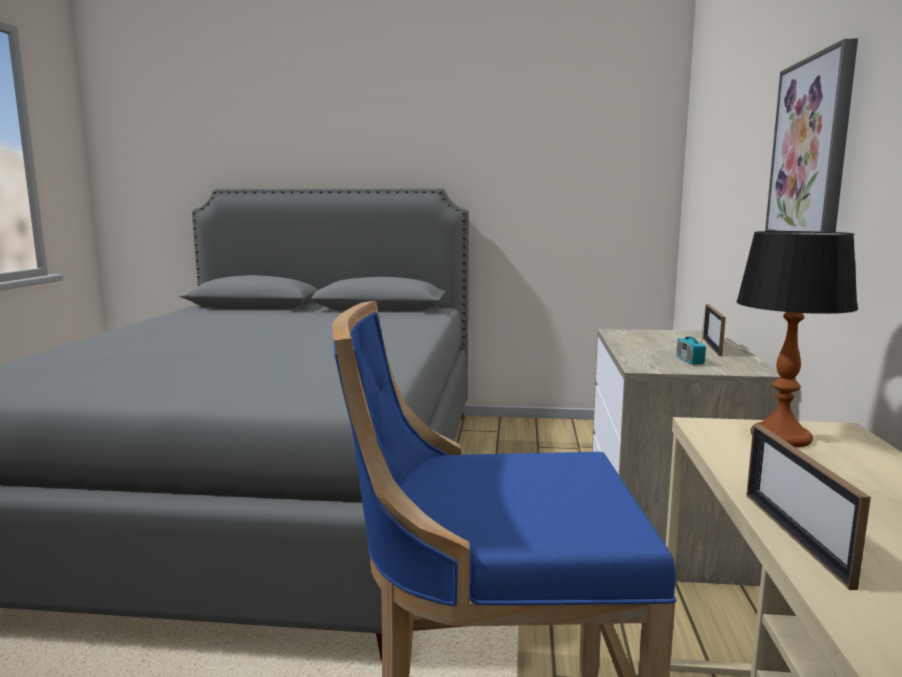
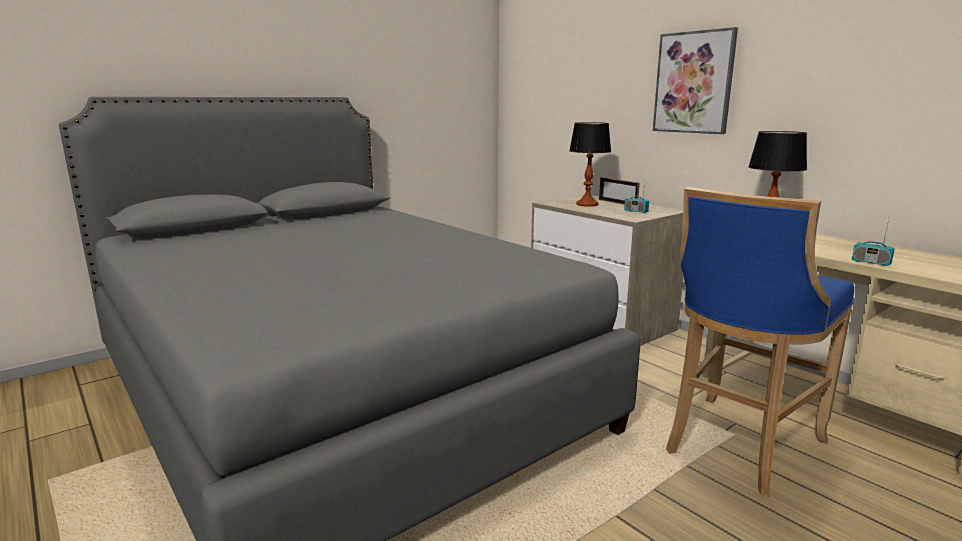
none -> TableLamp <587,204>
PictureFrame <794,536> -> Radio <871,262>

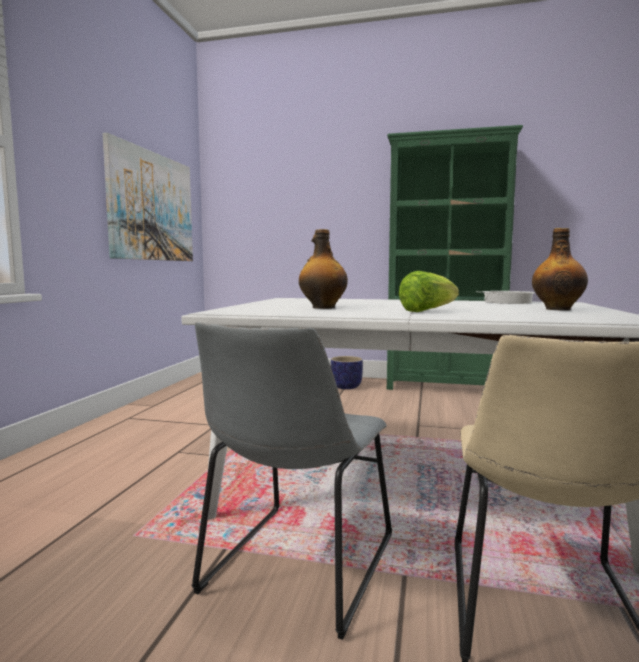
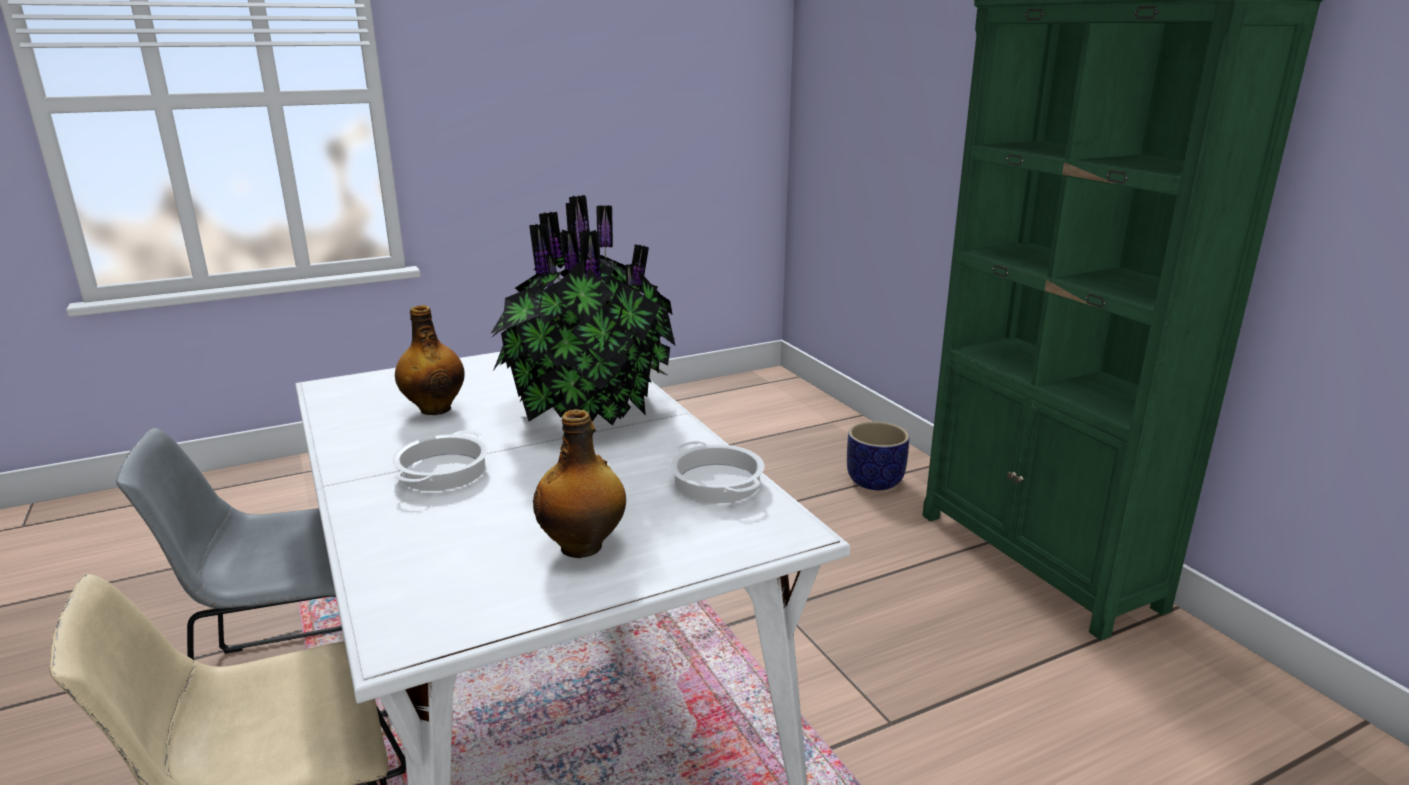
Picture <152,207> -> none
none -> PottedPlant <587,408>
Lettuce <427,311> -> CookingPot <442,471>

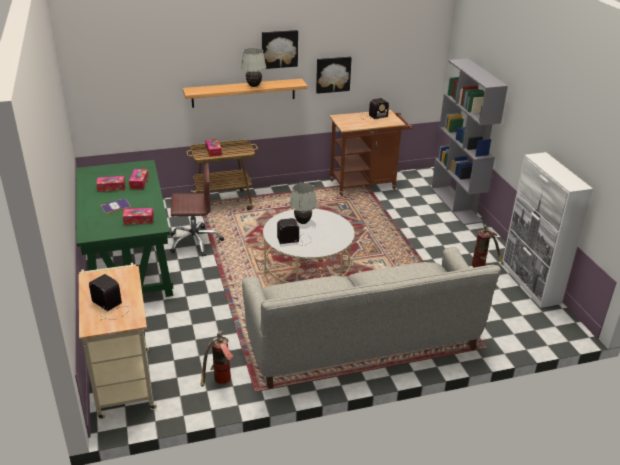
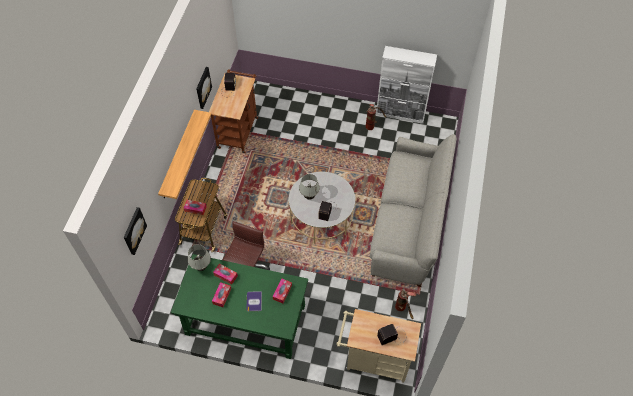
GreyBookcase <456,205> -> none
WhiteTableLamp <254,86> -> WhiteTableLamp <201,267>, relocated
Picture <279,49> -> Picture <133,230>, relocated

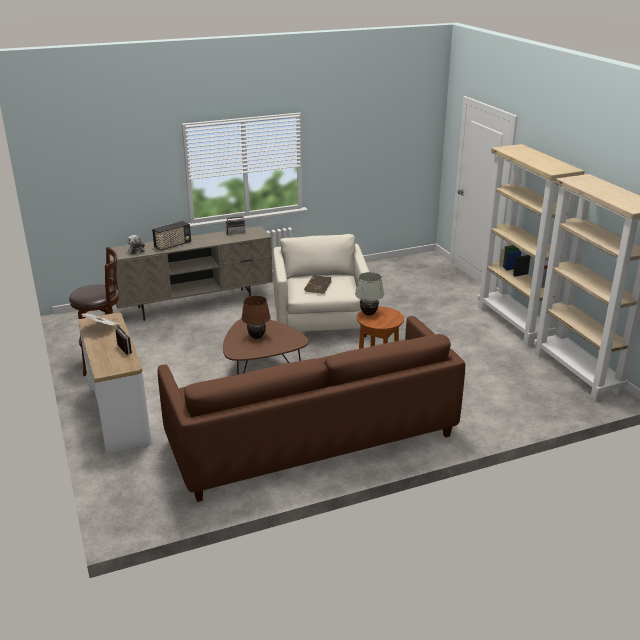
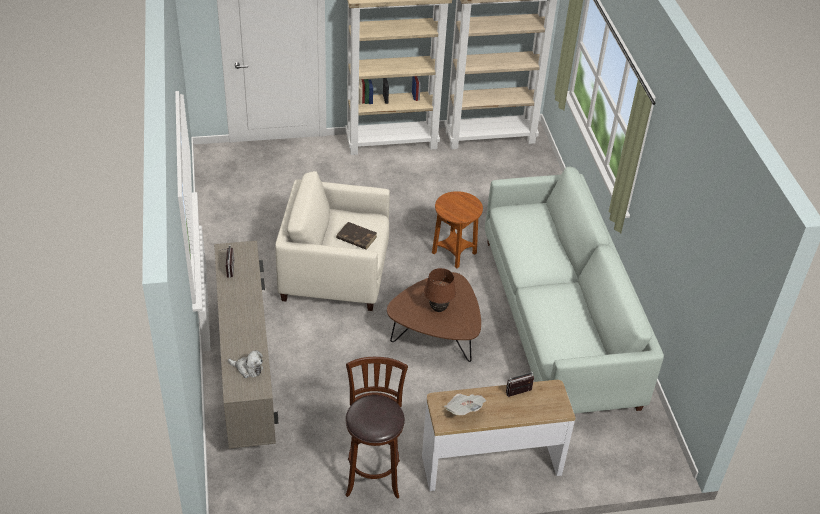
Radio <172,245> -> none
WhiteTableLamp <369,314> -> none
BrownSofa <312,438> -> WhiteSofa <559,320>

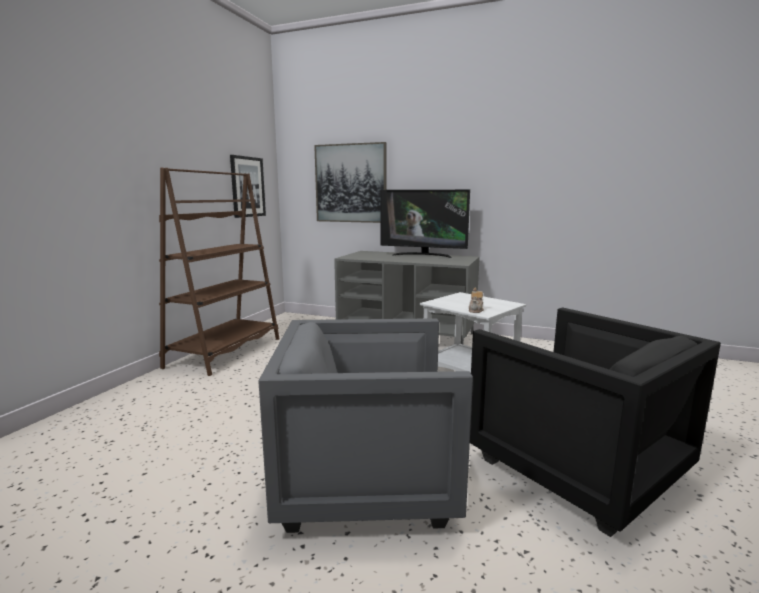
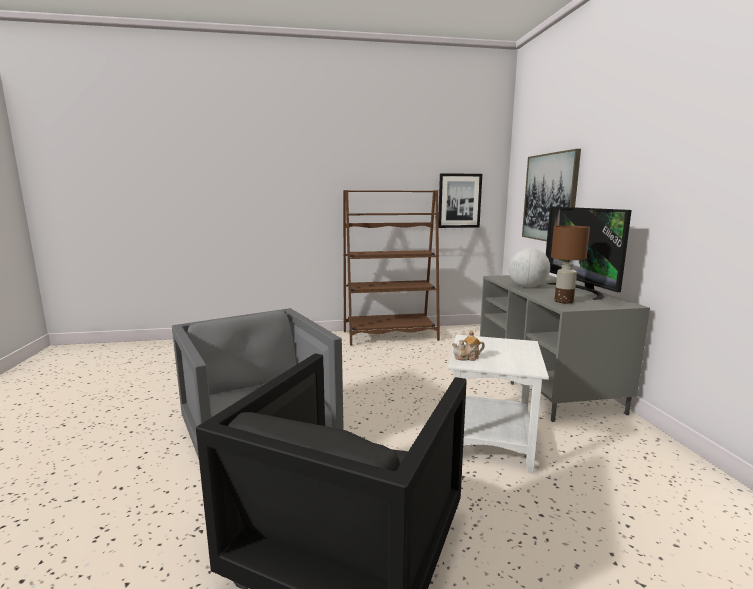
none -> Globe <527,287>
none -> BrownTableLamp <563,301>

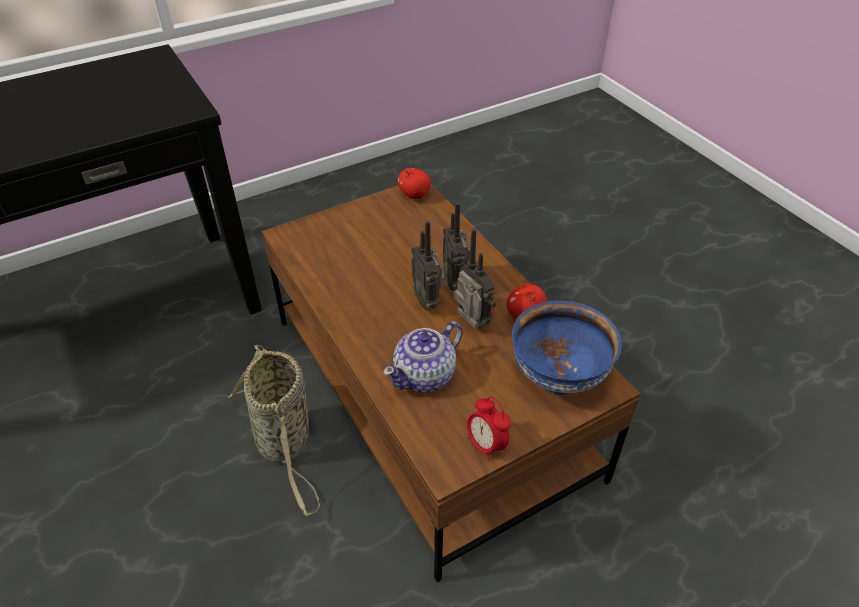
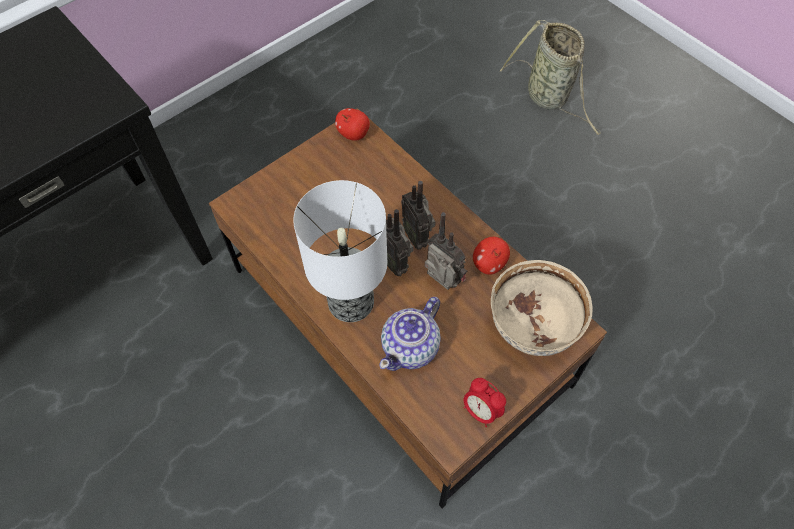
none -> TableLamp <351,303>
Basket <285,443> -> Basket <549,98>, relocated
BlueBowl <557,377> -> BeigeBowl <531,328>

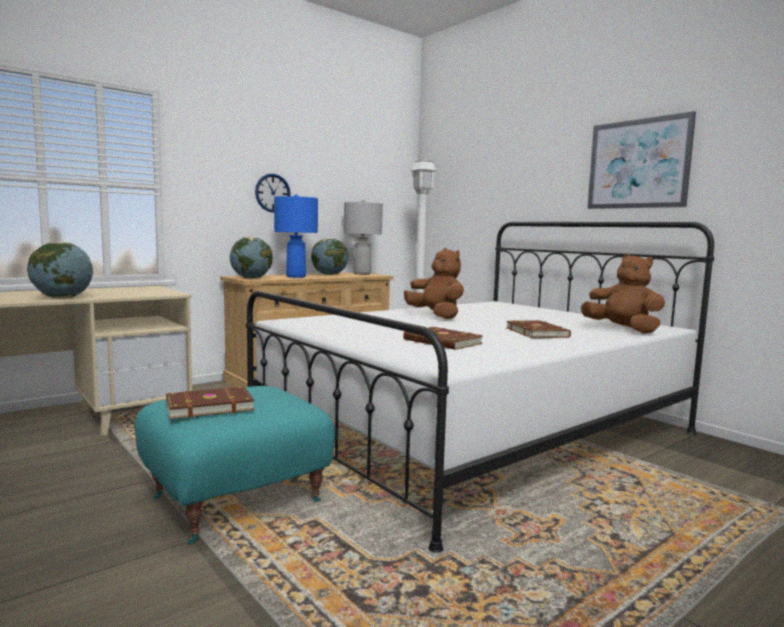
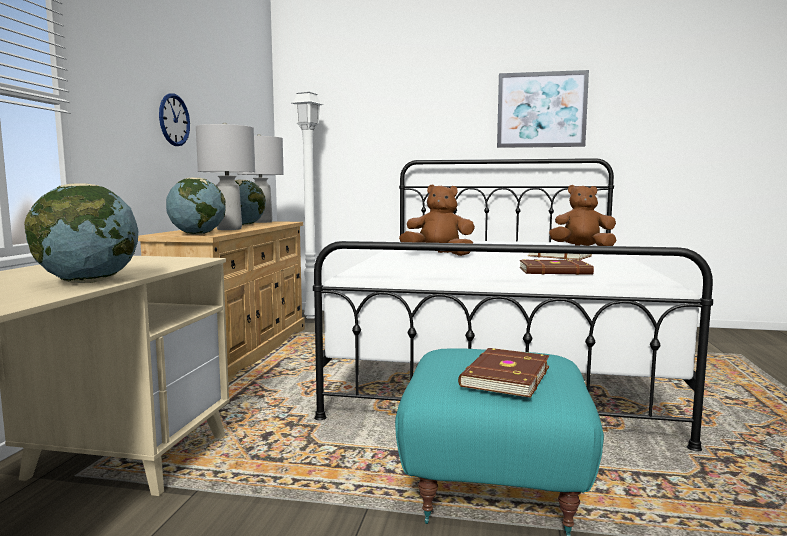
BlueTableLamp <296,277> -> GreyTableLamp <229,229>

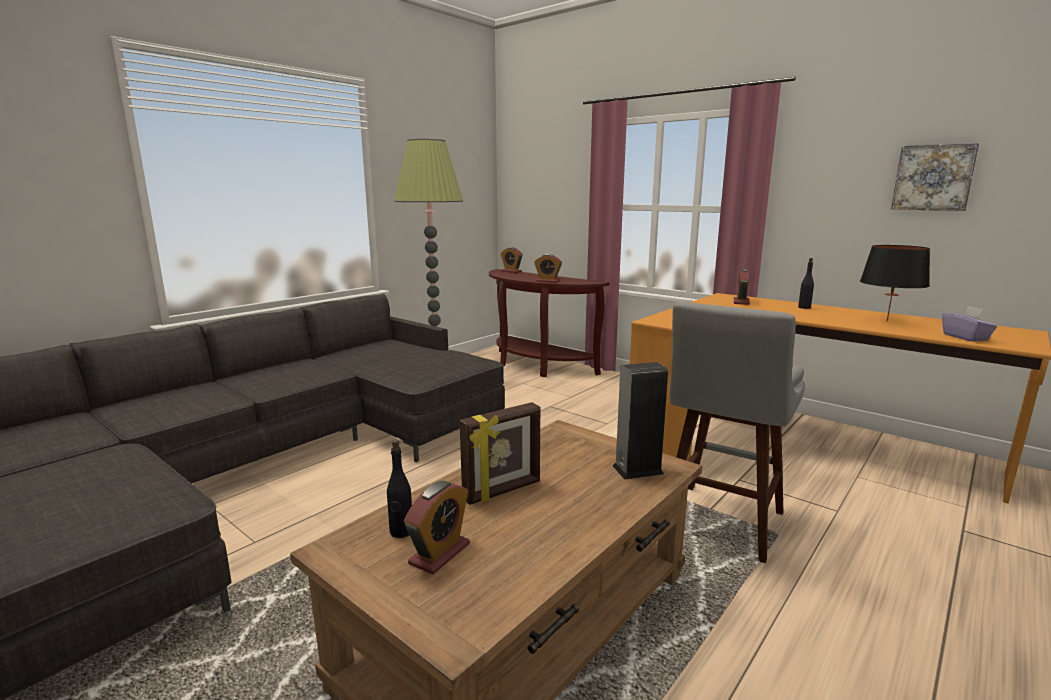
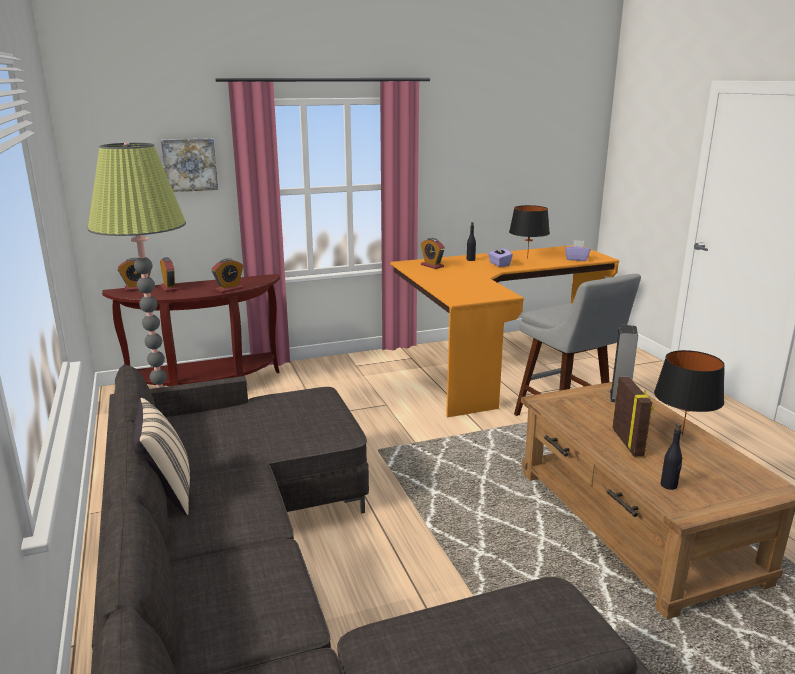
none -> BeigePillow <166,493>
none -> PurpleTissueBox <499,264>
none -> BlackTableLamp <682,434>
AlarmClock <439,554> -> AlarmClock <169,288>, relocated
Picture <933,177> -> Picture <189,164>, relocated

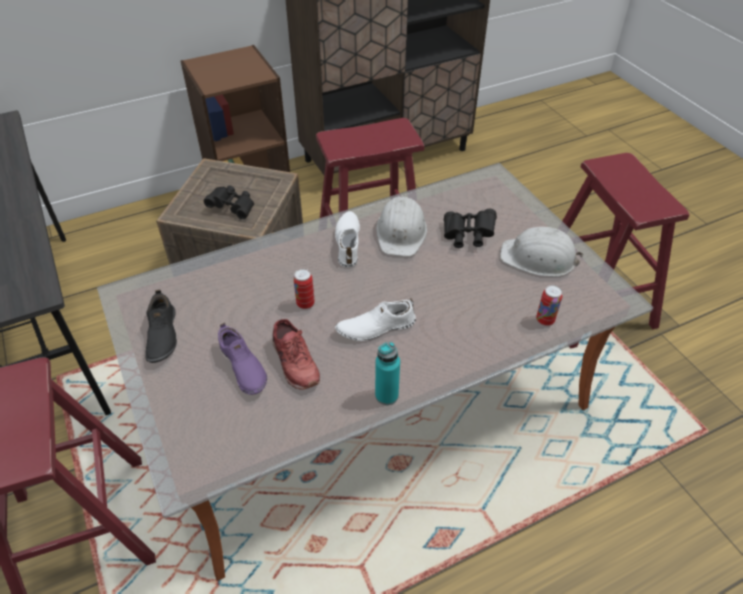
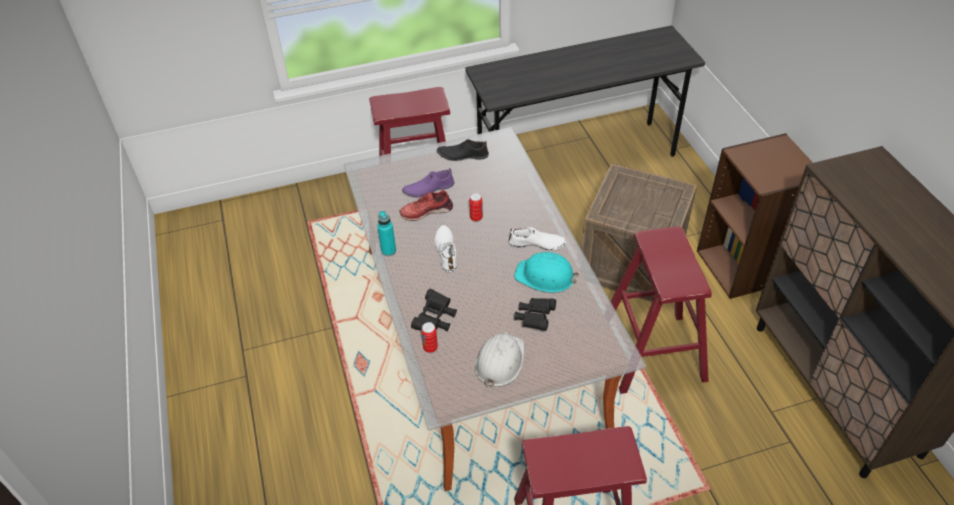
BlackBinoculars <233,208> -> BlackBinoculars <435,319>, relocated
WhiteHardHat <401,232> -> TurquoiseHardHat <545,276>

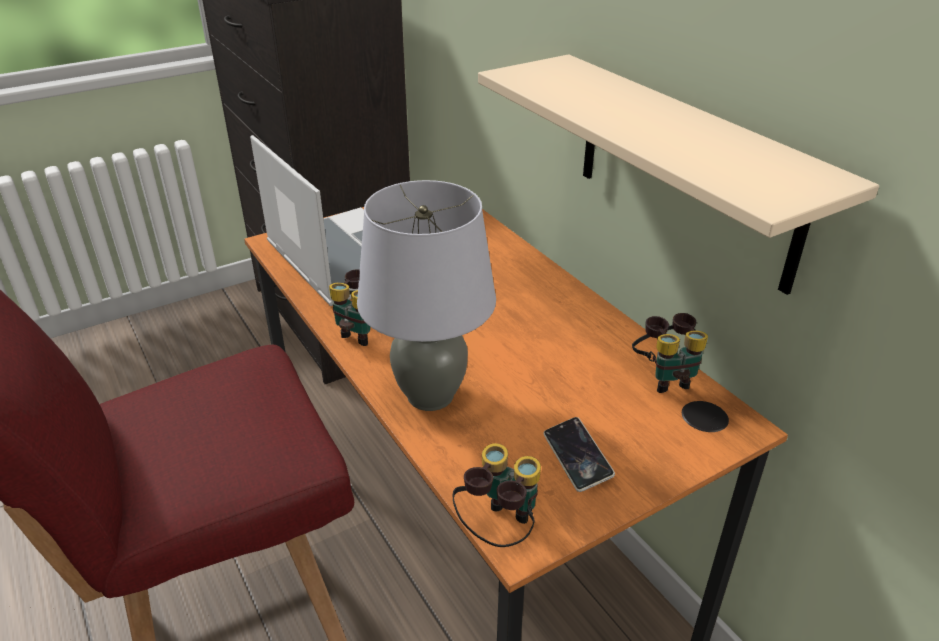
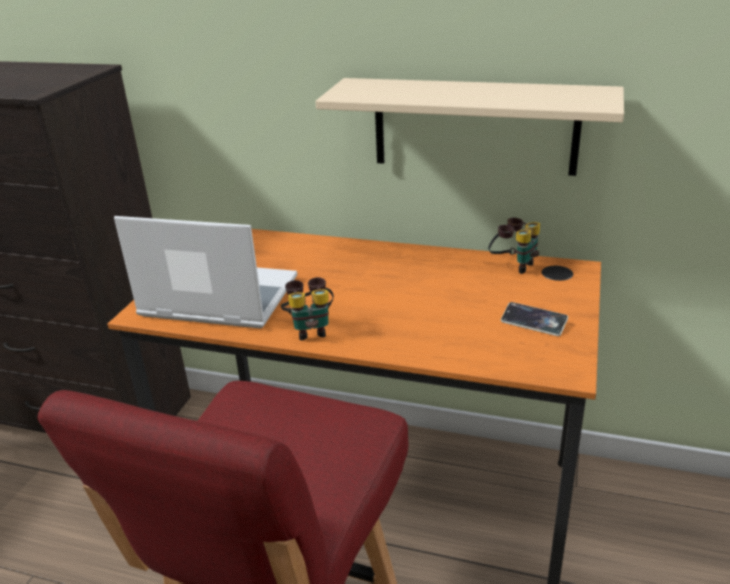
GreyTableLamp <430,395> -> none
Binoculars <498,530> -> none

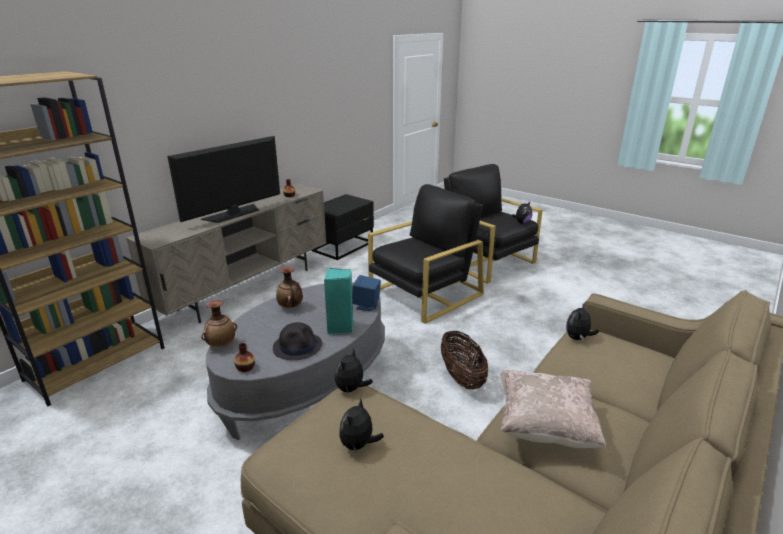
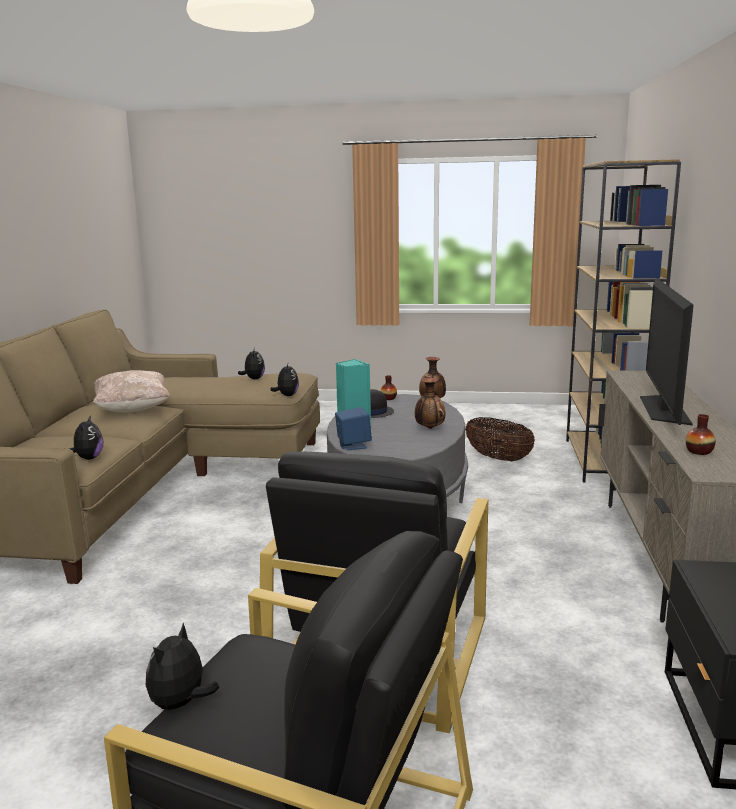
Basket <462,377> -> Basket <498,458>, relocated

